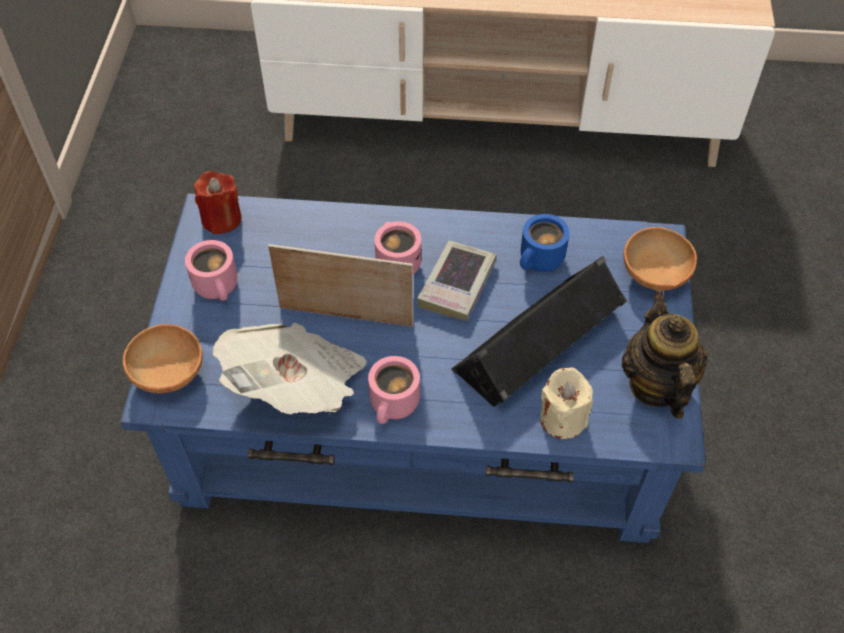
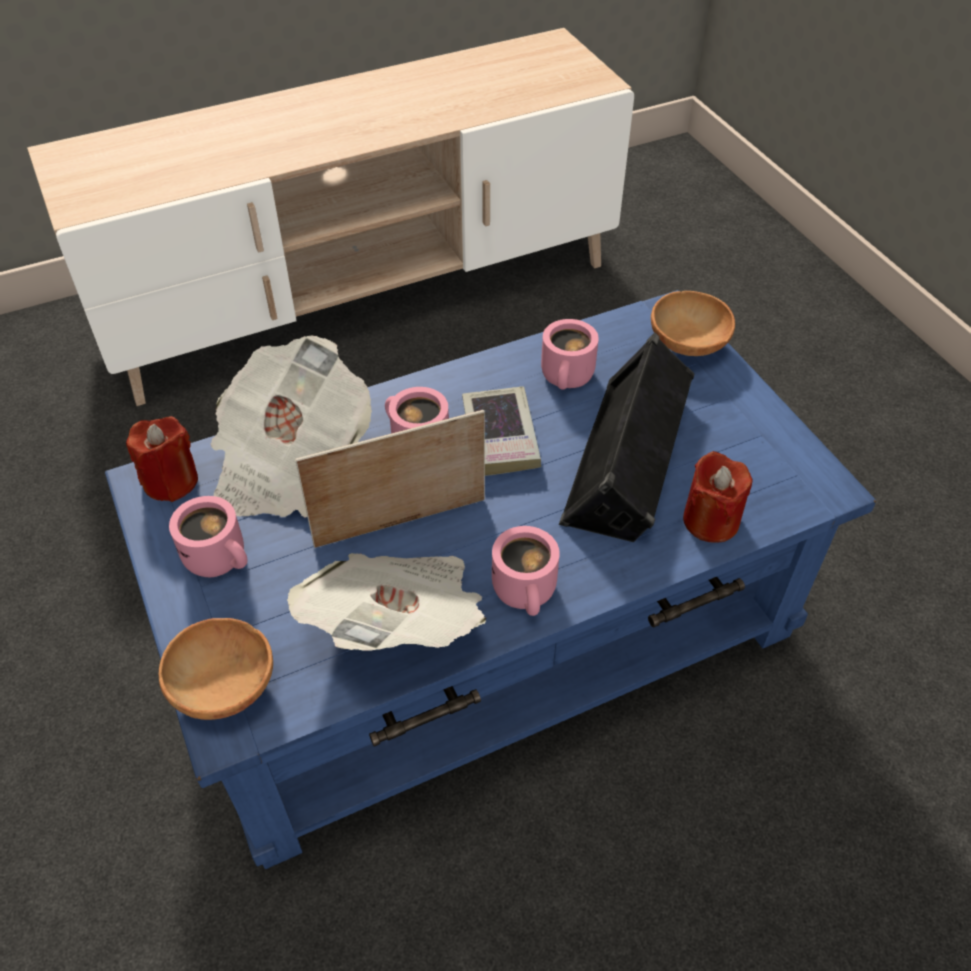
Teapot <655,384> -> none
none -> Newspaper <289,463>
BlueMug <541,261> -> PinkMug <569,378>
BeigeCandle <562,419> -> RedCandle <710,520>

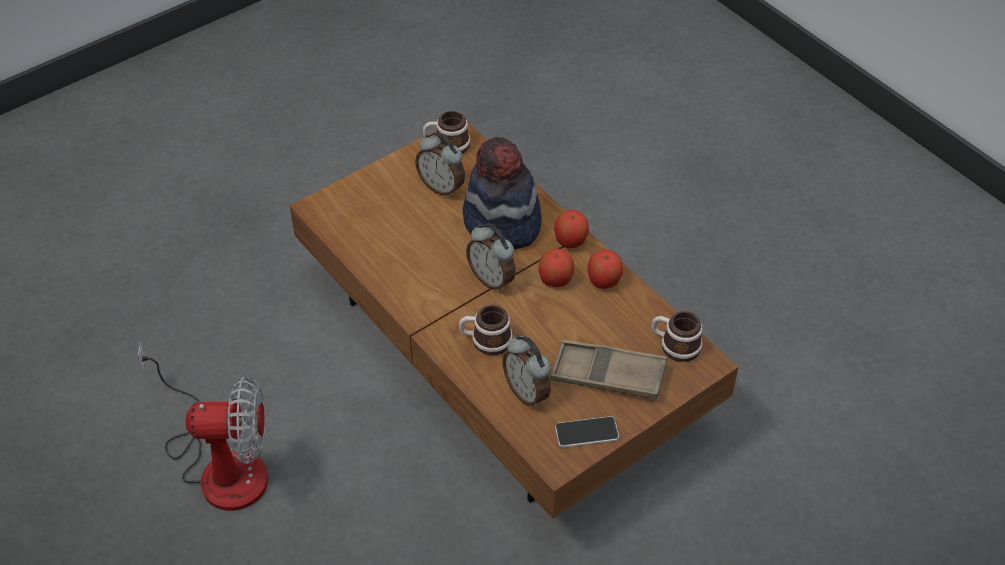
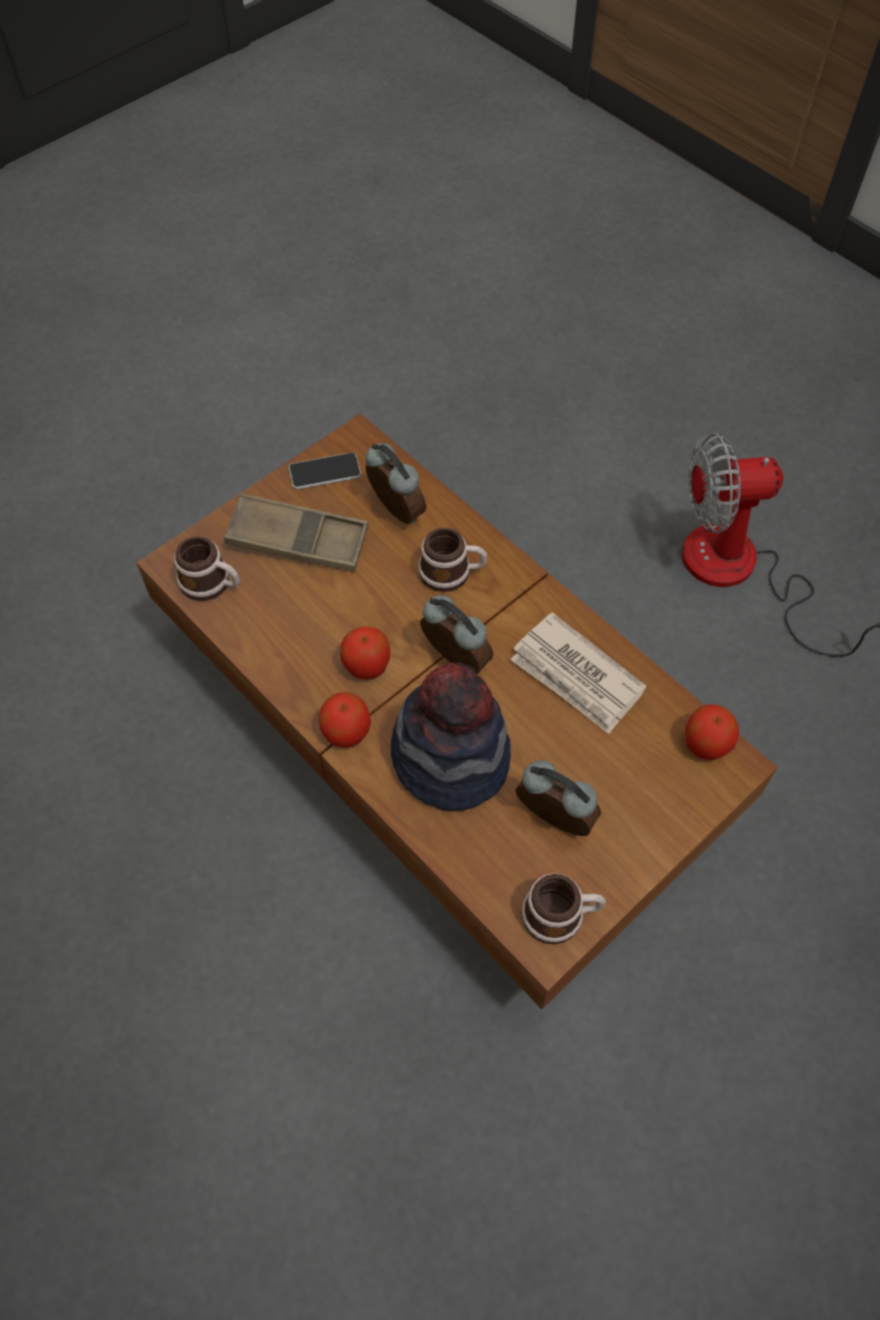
none -> Newspaper <576,677>
Apple <604,281> -> Apple <706,744>, relocated

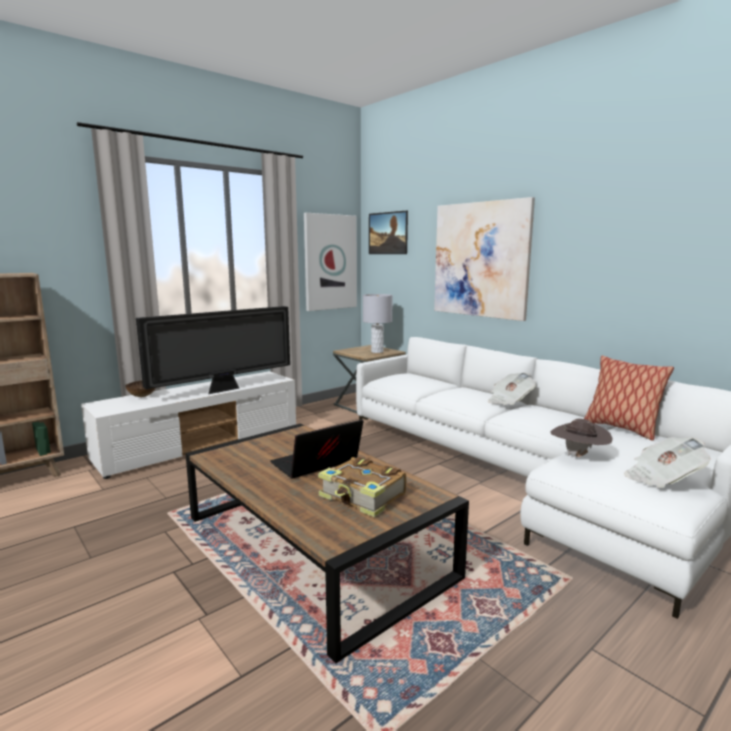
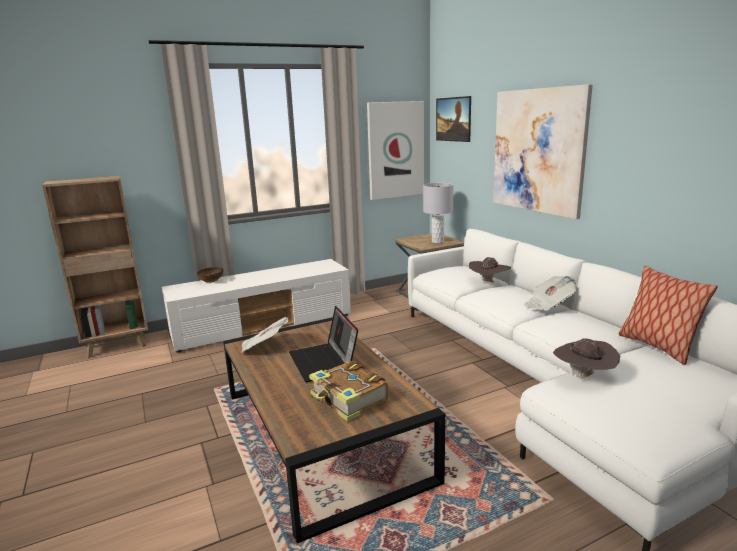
Television <224,389> -> none
none -> BrownHat <488,282>
Newspaper <662,478> -> Newspaper <264,347>, relocated
Laptop <315,465> -> Laptop <324,362>, 90 degrees counterclockwise

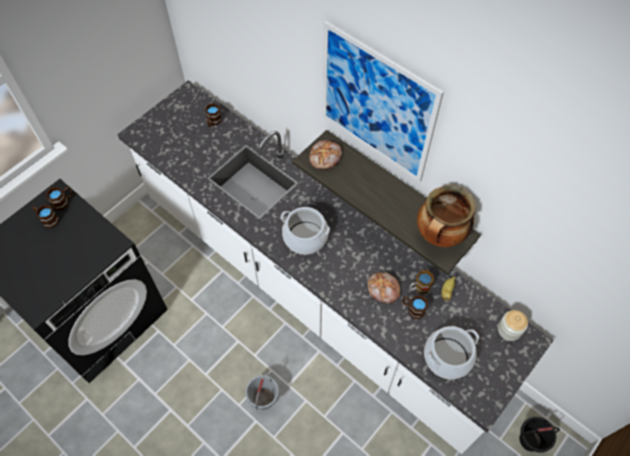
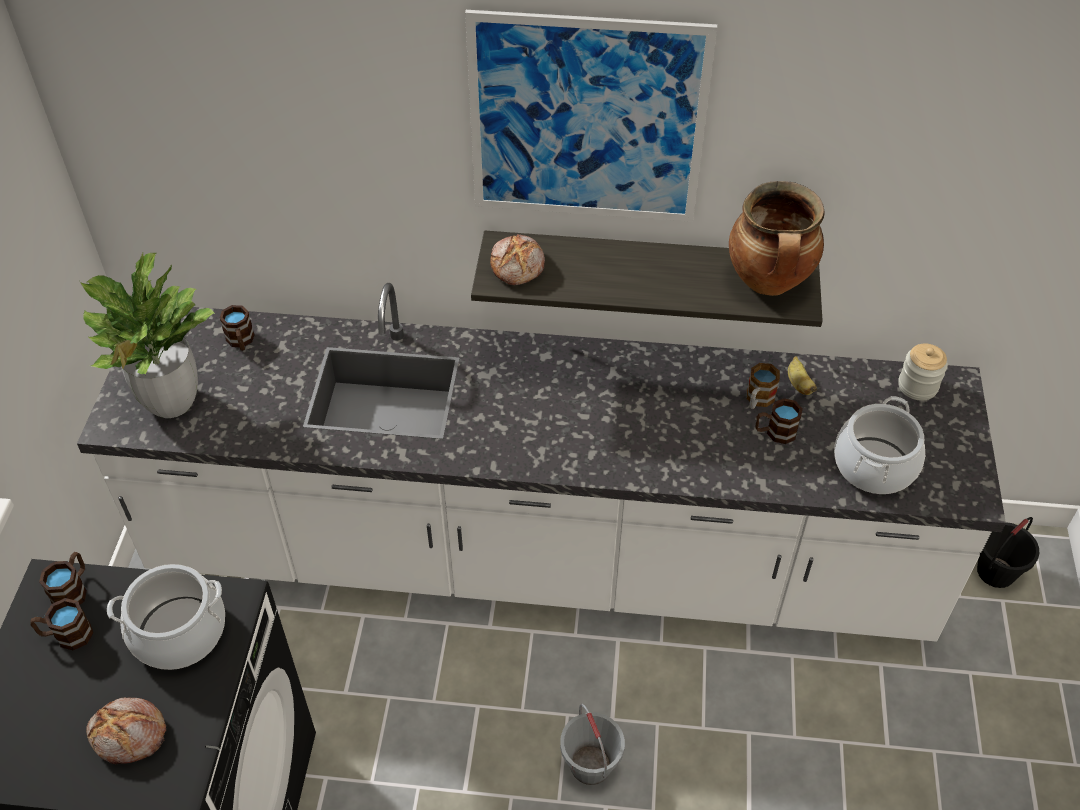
none -> PottedPlant <171,402>
CookingPot <305,238> -> CookingPot <179,632>, relocated
Bread <383,290> -> Bread <129,736>, relocated

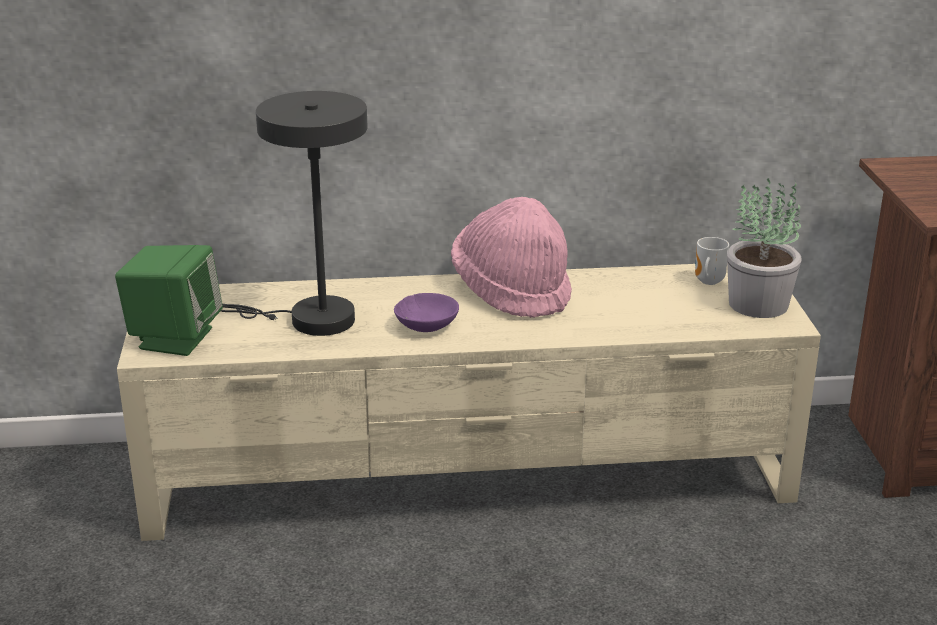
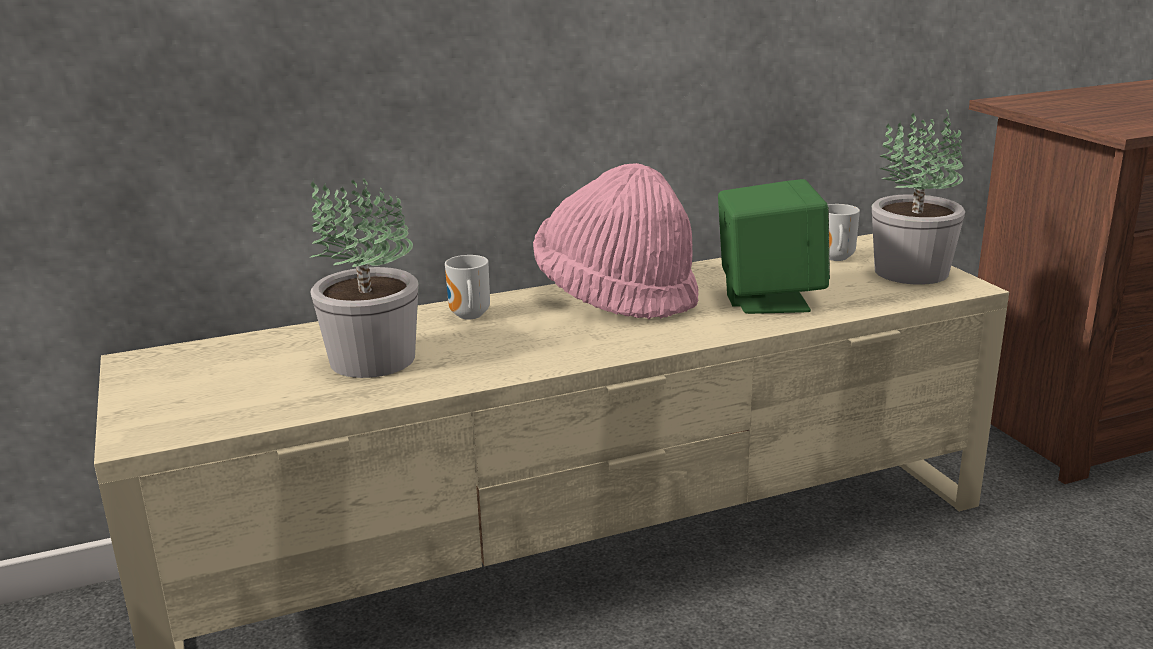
PurpleBowl <428,326> -> none
none -> Mug <468,317>
GreenSpeaker <175,338> -> GreenSpeaker <768,299>, relocated
GreyTableLamp <311,320> -> PottedPlant <371,360>

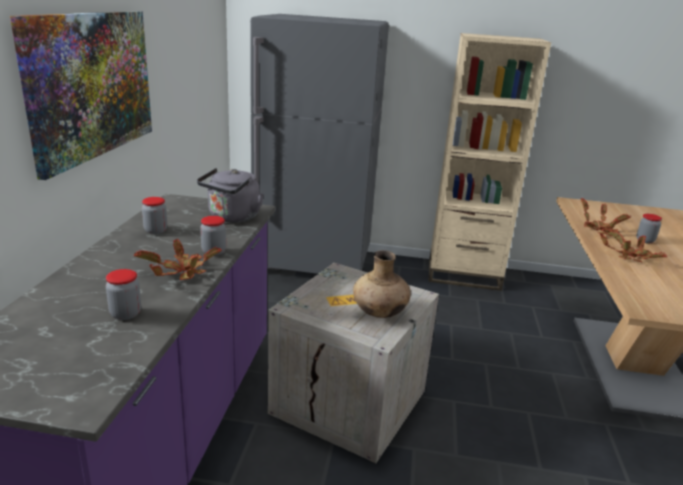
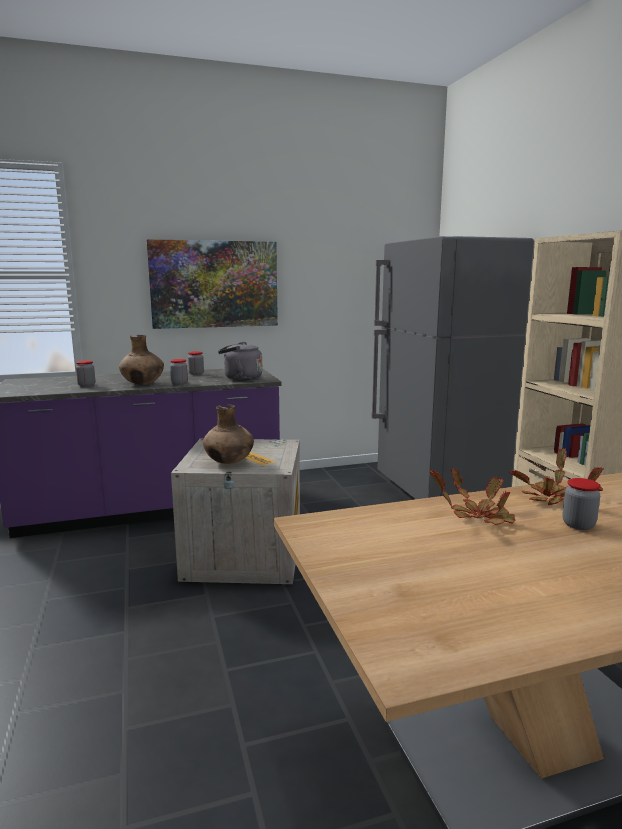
PottedPlant <182,273> -> BrownVase <143,384>

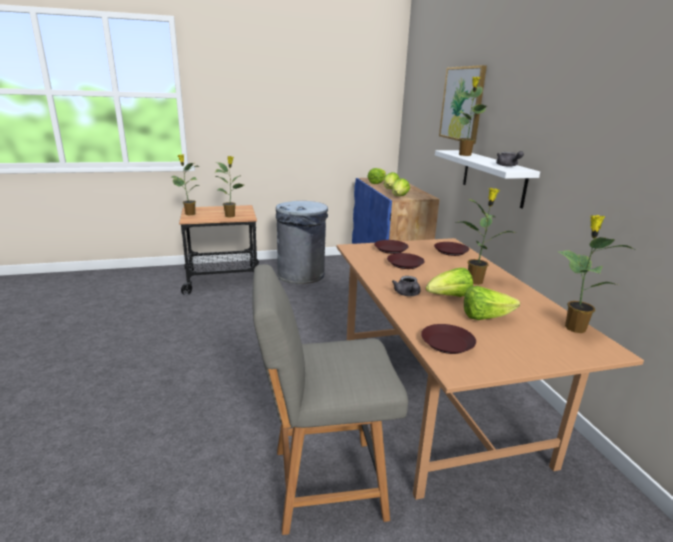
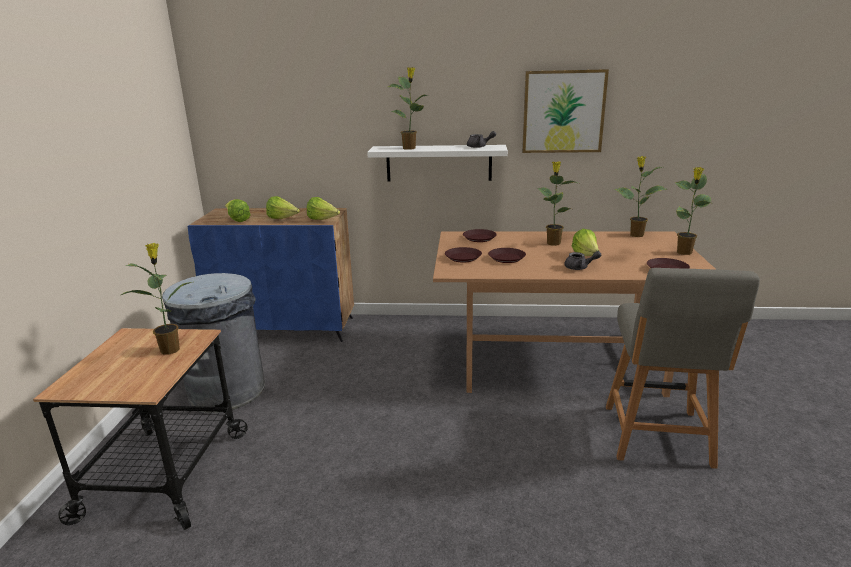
Lettuce <485,317> -> none
PottedPlant <189,214> -> PottedPlant <684,253>, relocated
Picture <462,104> -> Picture <563,111>, relocated

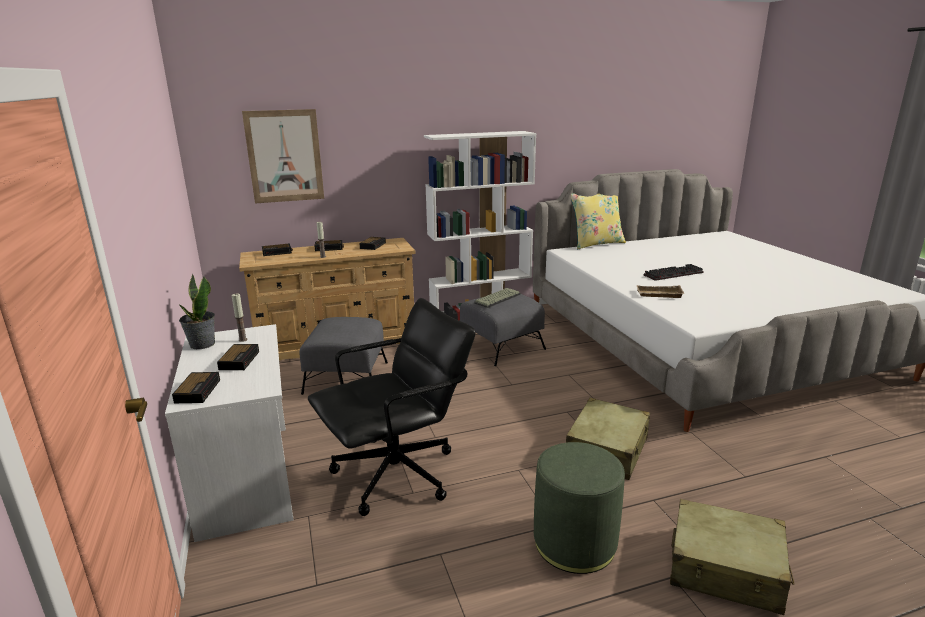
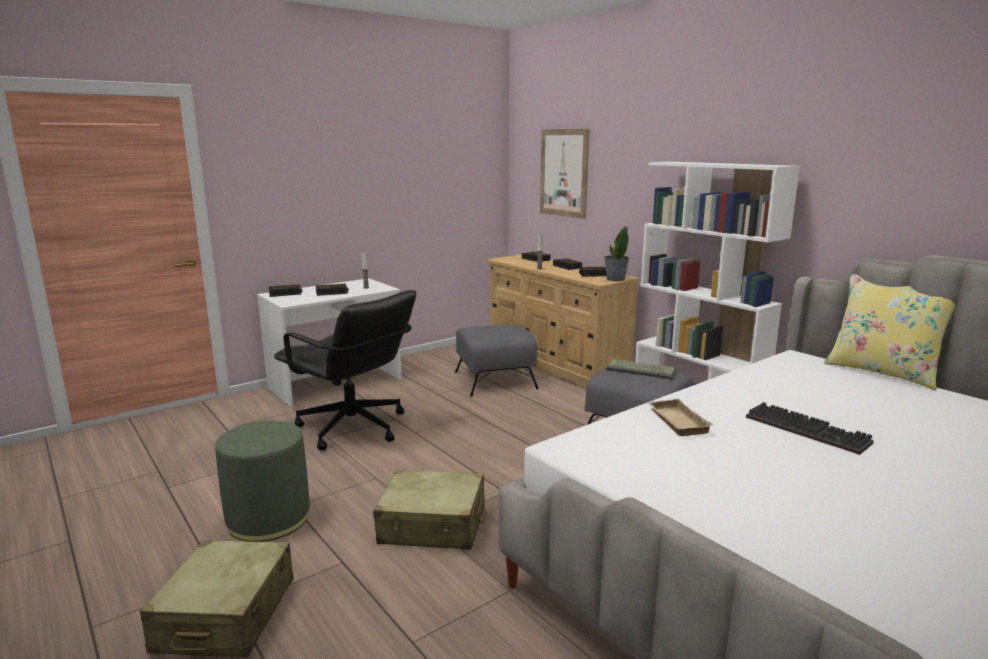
PottedPlant <202,344> -> PottedPlant <615,279>, relocated

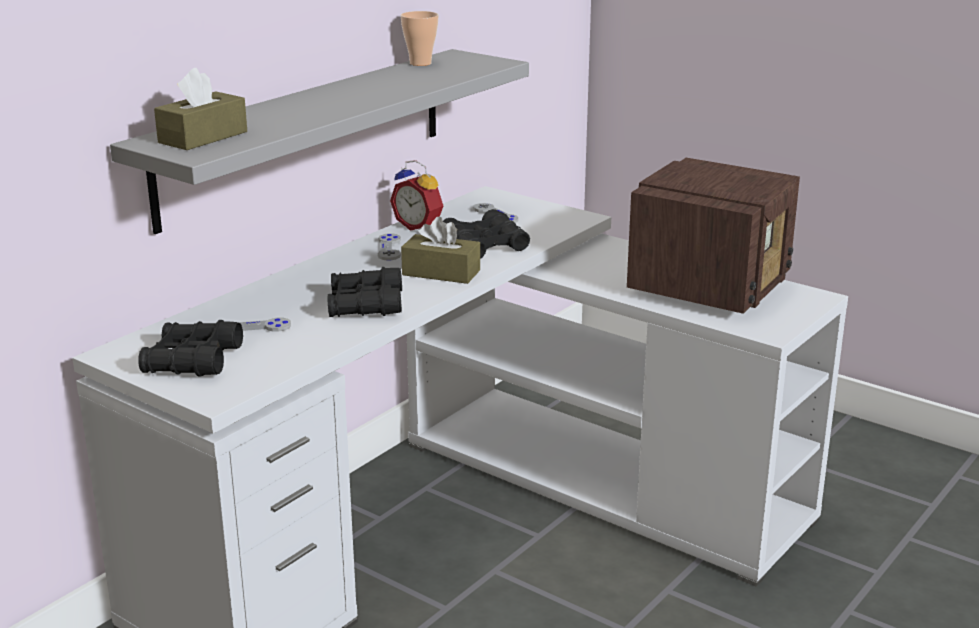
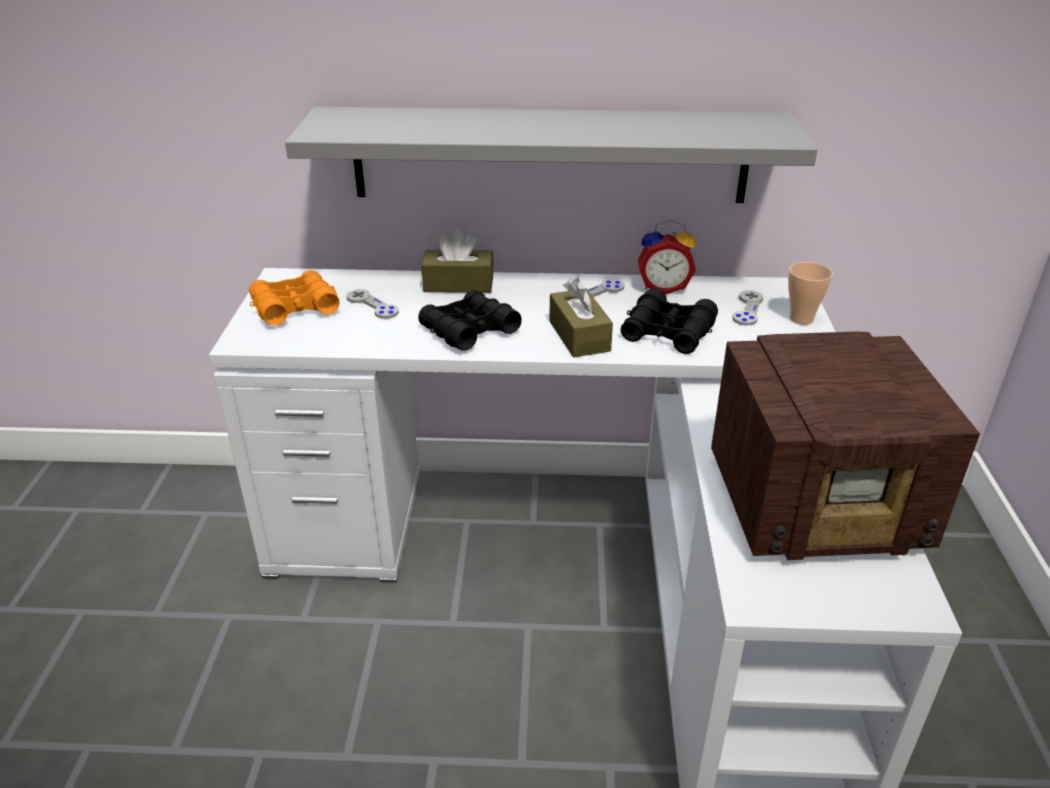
BrownTissueBox <203,137> -> BrownTissueBox <458,284>, relocated
Cup <420,63> -> Cup <801,319>, relocated
BlackBinoculars <192,361> -> OrangeBinoculars <295,308>
AlarmClock <419,226> -> AlarmClock <663,287>, 90 degrees counterclockwise

